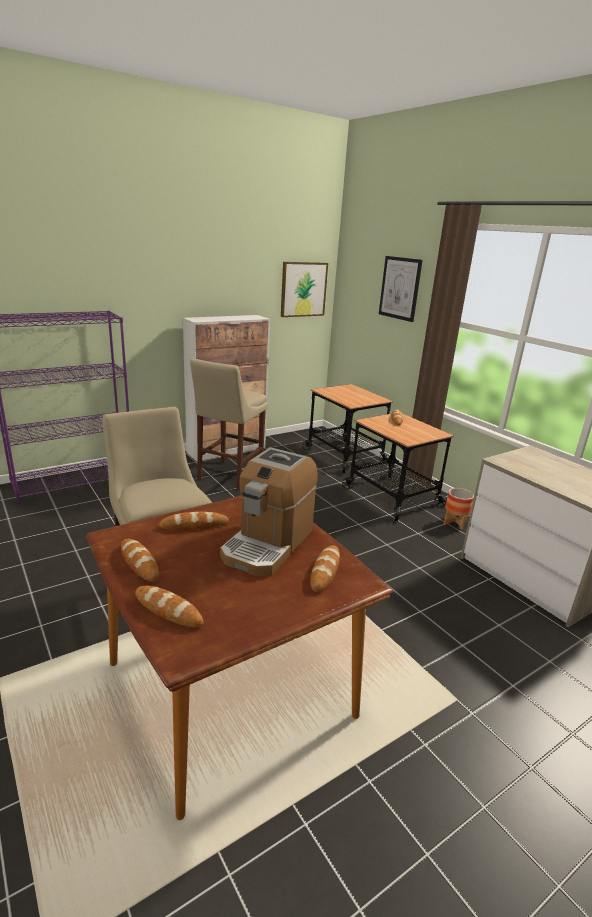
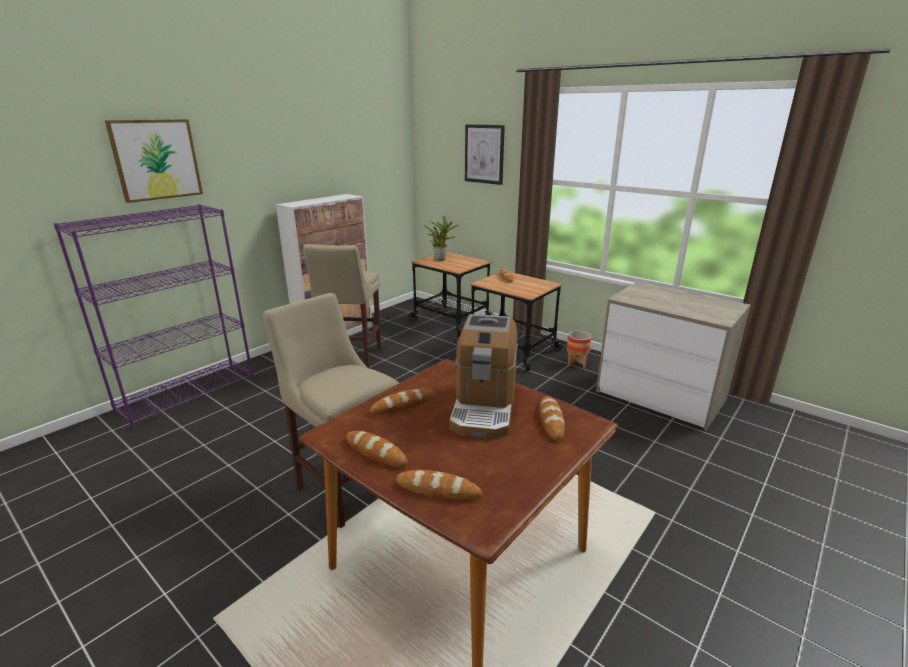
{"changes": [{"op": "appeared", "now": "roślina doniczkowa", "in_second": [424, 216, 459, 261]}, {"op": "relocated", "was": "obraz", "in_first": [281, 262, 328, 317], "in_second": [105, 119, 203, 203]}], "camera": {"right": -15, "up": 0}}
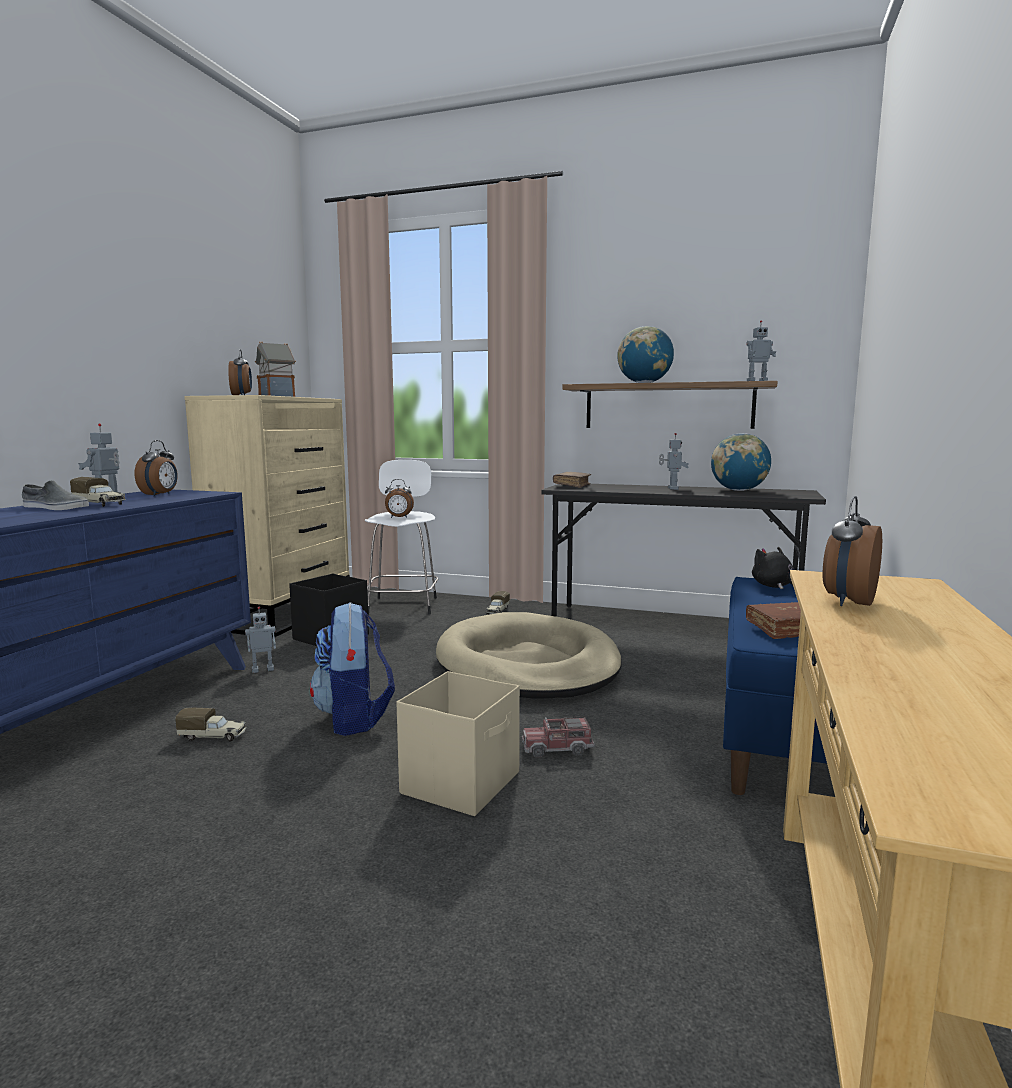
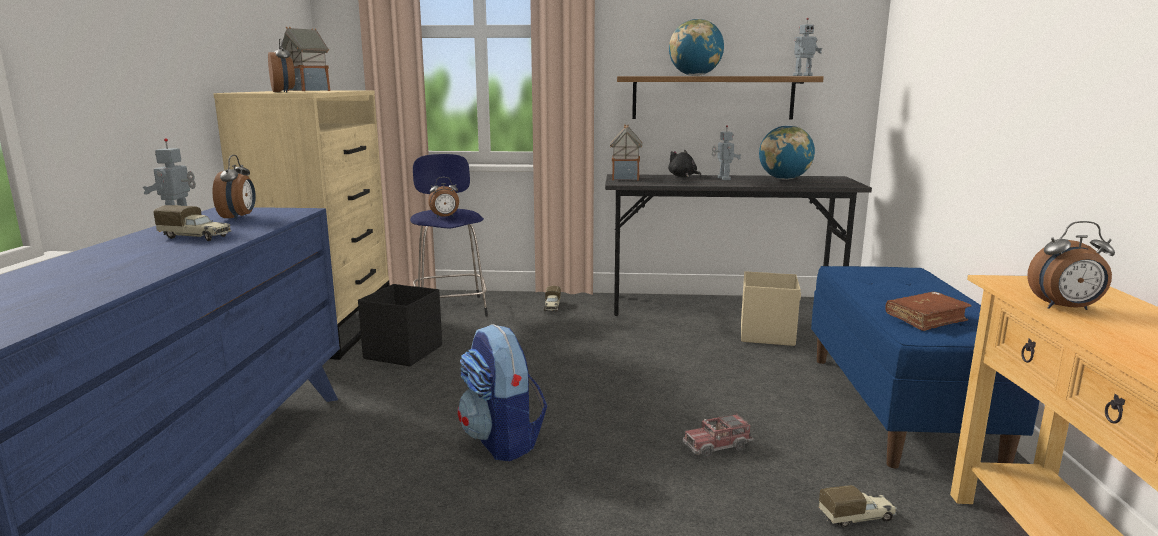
{"changes": [{"op": "missing", "was": "but (szary)", "in_first": [22, 480, 89, 510]}, {"op": "missing", "was": "robot zabawkowy", "in_first": [245, 607, 276, 673]}, {"op": "missing", "was": "legowisko (beżowy)", "in_first": [436, 612, 622, 699]}, {"op": "relocated", "was": "ciężarówka zabawkowa", "in_first": [175, 708, 247, 742], "in_second": [818, 485, 897, 527]}, {"op": "relocated", "was": "pojemnik do przechowywania (beżowy)", "in_first": [396, 671, 520, 816], "in_second": [741, 271, 801, 346]}, {"op": "relocated", "was": "pluszak (czarny)", "in_first": [752, 547, 795, 589], "in_second": [668, 150, 702, 177]}, {"op": "exchanged", "was": "książka (brązowy)", "now": "domek", "in_first": [553, 472, 591, 488], "in_second": [610, 124, 642, 181]}, {"op": "colour", "was": "stołek (biały)", "now": "stołek (niebieski)", "in_first": [365, 460, 438, 615], "in_second": [410, 154, 488, 316]}, {"op": "spun", "was": "budzik", "in_first": [823, 496, 882, 606], "in_second": [1027, 221, 1115, 310], "clockwise": -105}], "camera": {"right": -15, "up": 5}}
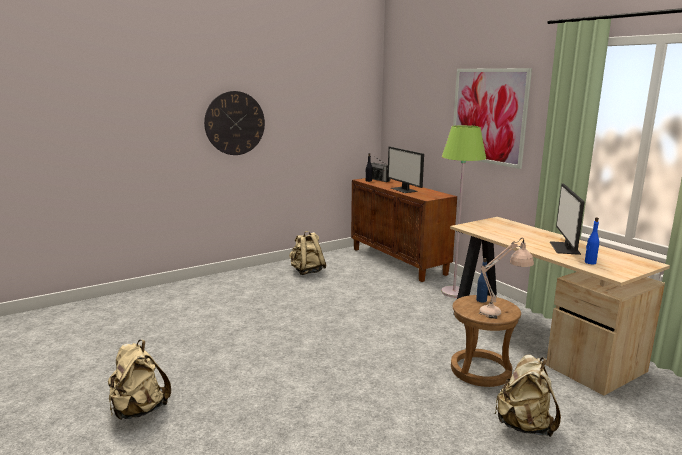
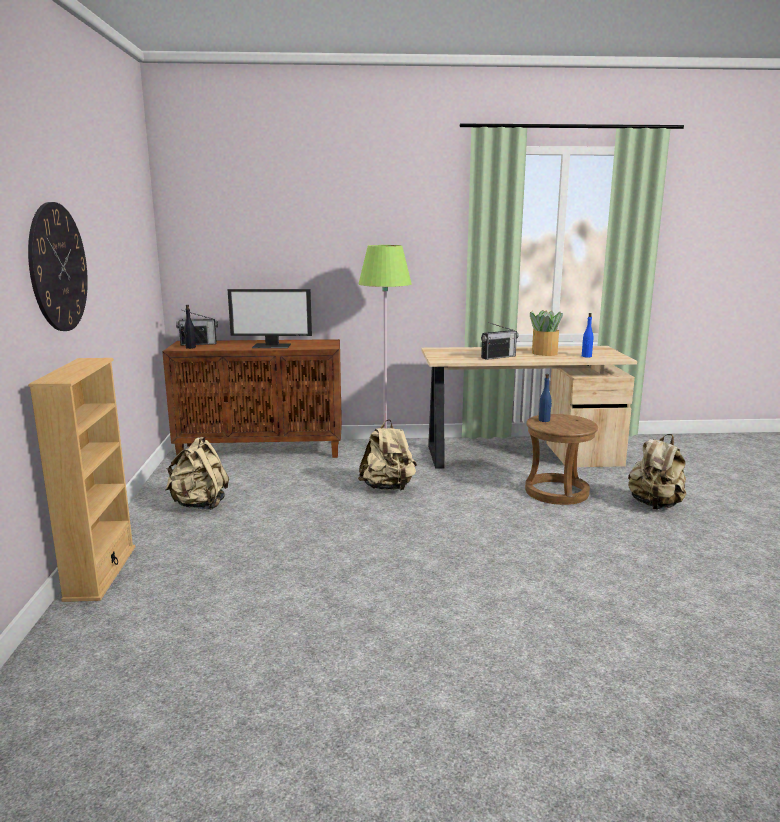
{"changes": [{"op": "missing", "was": "obraz", "in_first": [453, 68, 532, 169]}, {"op": "missing", "was": "lampa stołowa (beżowy)", "in_first": [479, 238, 534, 319]}, {"op": "appeared", "now": "regał (beżowy)", "in_second": [28, 358, 135, 602]}, {"op": "appeared", "now": "radio", "in_second": [481, 322, 519, 360]}, {"op": "relocated", "was": "plecak (beżowy)", "in_first": [108, 340, 171, 420], "in_second": [358, 419, 417, 491]}, {"op": "exchanged", "was": "monitor", "now": "roślina doniczkowa", "in_first": [550, 184, 585, 255], "in_second": [530, 310, 563, 356]}], "camera": {"right": -60, "up": 0}}
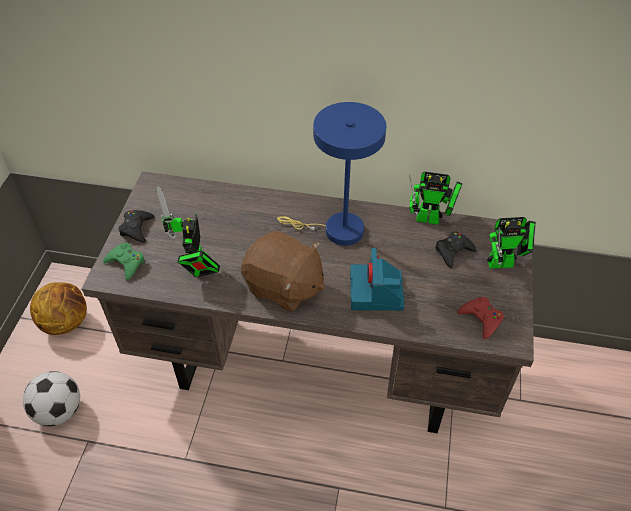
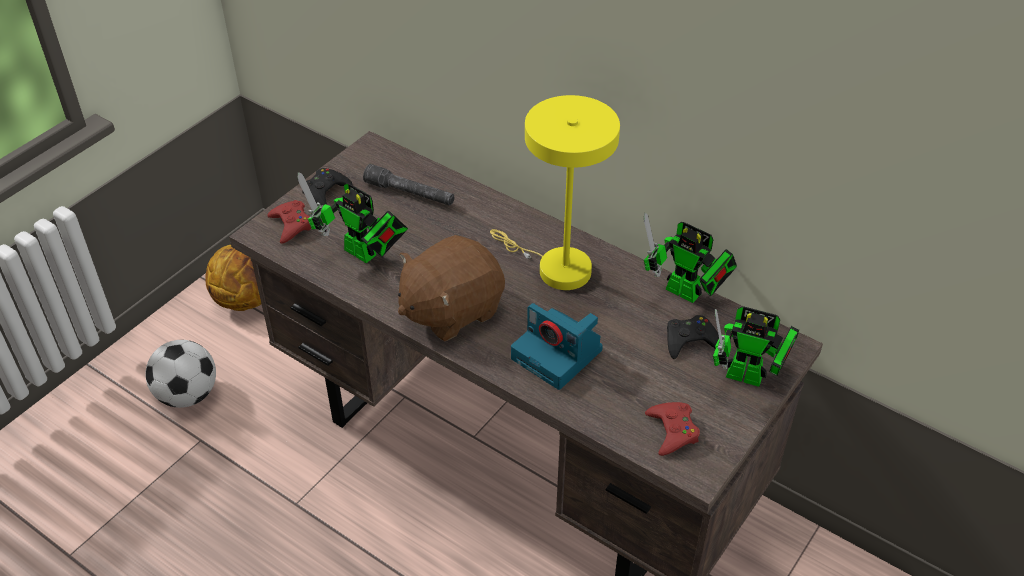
{"changes": [{"op": "appeared", "now": "latarka (szary)", "in_second": [363, 164, 455, 206]}, {"op": "colour", "was": "pad do gier (zielony)", "now": "pad do gier (czerwony)", "in_first": [103, 243, 145, 280], "in_second": [267, 200, 311, 244]}, {"op": "colour", "was": "lampa stołowa (niebieski)", "now": "lampa stołowa (żółty)", "in_first": [277, 102, 386, 246], "in_second": [490, 95, 620, 290]}, {"op": "spun", "was": "robot zabawkowy", "in_first": [156, 186, 220, 277], "in_second": [297, 172, 408, 263], "clockwise": -75}, {"op": "spun", "was": "pluszak (brązowy)", "in_first": [241, 231, 325, 312], "in_second": [398, 235, 505, 342], "clockwise": 90}, {"op": "spun", "was": "aparat fotograficzny", "in_first": [350, 248, 404, 311], "in_second": [511, 303, 603, 390], "clockwise": -75}], "camera": {"right": 25, "up": -5}}
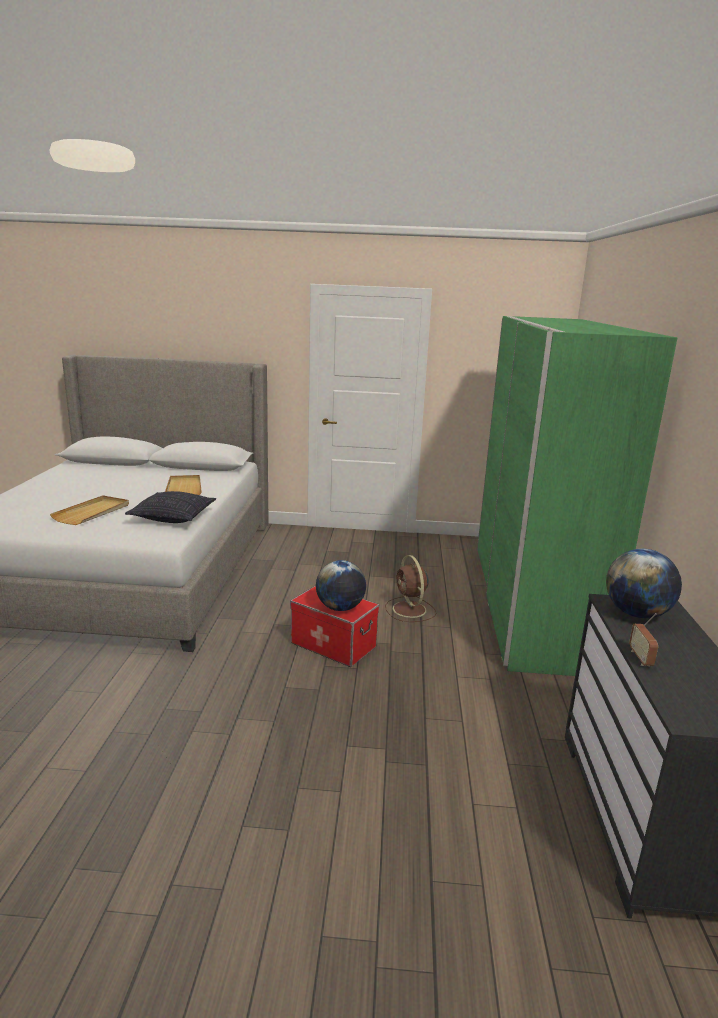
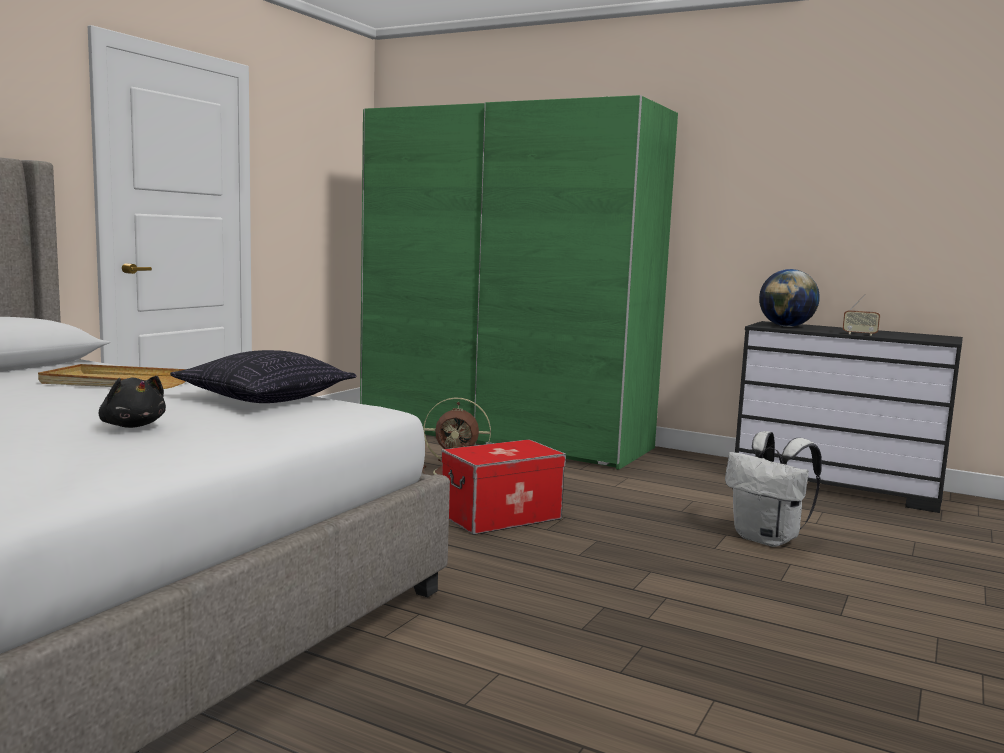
{"changes": [{"op": "missing", "was": "globus", "in_first": [316, 560, 366, 611]}, {"op": "appeared", "now": "plecak (biały)", "in_second": [725, 431, 822, 547]}, {"op": "exchanged", "was": "taca (beżowy)", "now": "pluszak (czarny)", "in_first": [50, 495, 129, 525], "in_second": [99, 376, 166, 428]}], "camera": {"right": -65, "up": -10}}
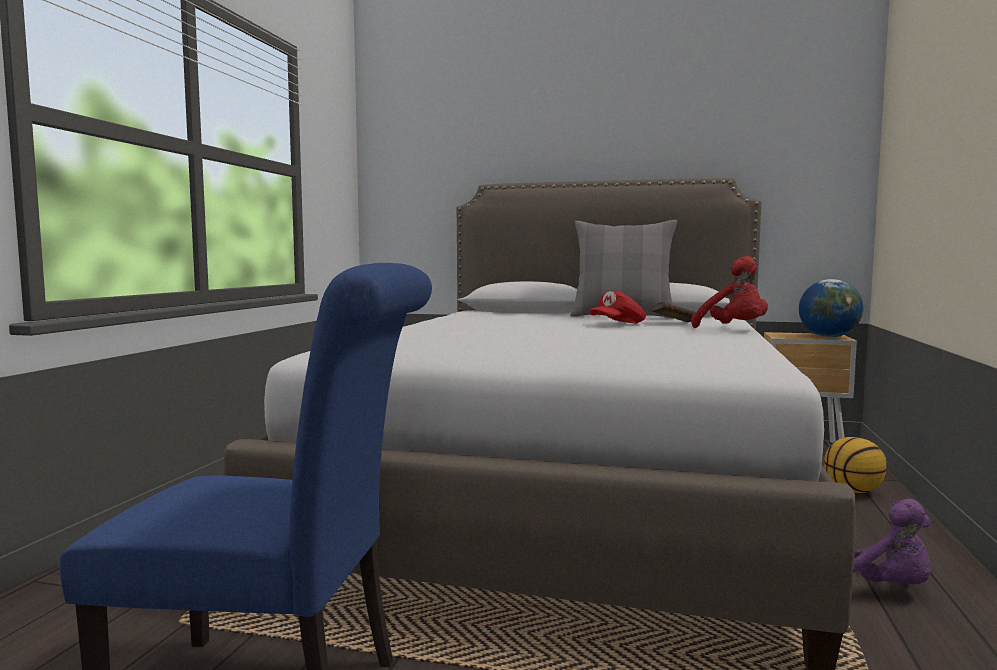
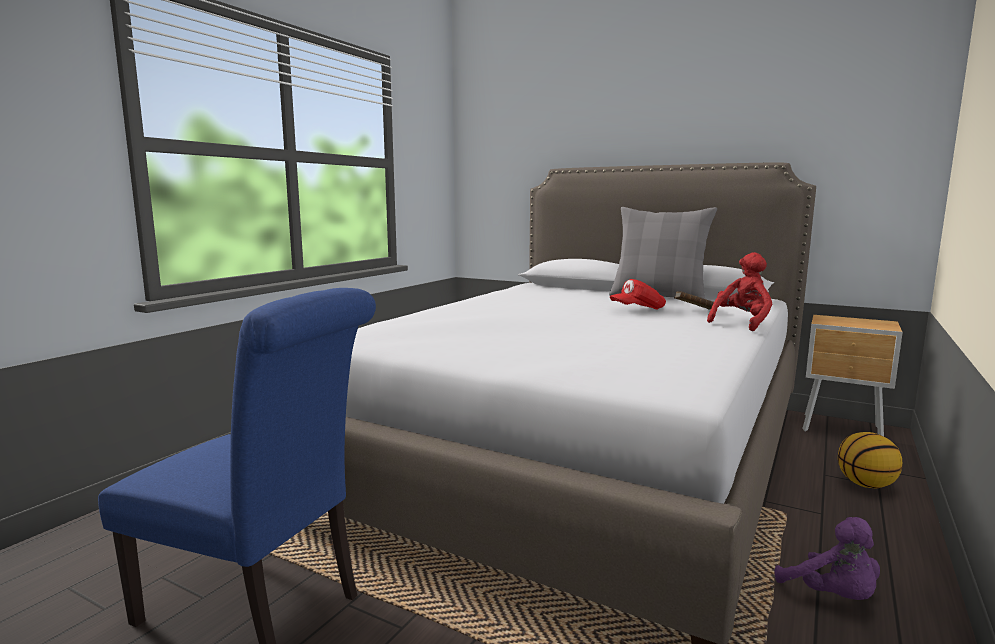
{"changes": [{"op": "missing", "was": "globus", "in_first": [799, 279, 863, 338]}, {"op": "spun", "was": "pluszak (czerwony)", "in_first": [691, 256, 768, 328], "in_second": [707, 252, 773, 331], "clockwise": -120}], "camera": {"right": 15, "up": 5}}
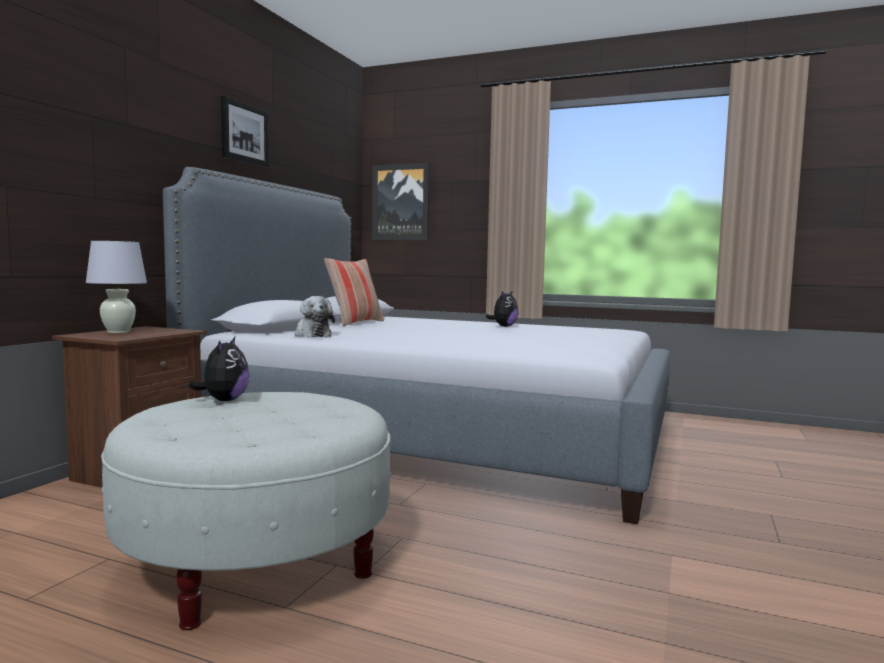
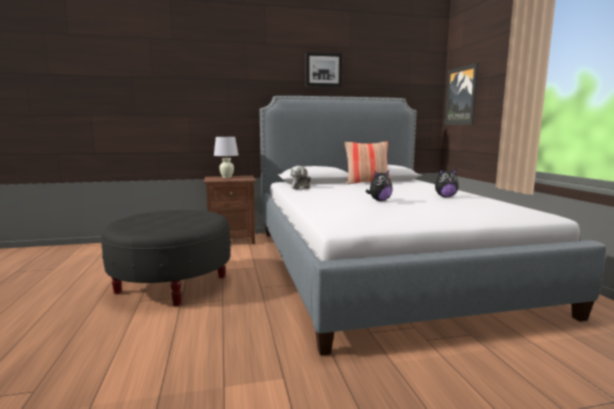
{"changes": [{"op": "relocated", "was": "pluszak", "in_first": [188, 337, 249, 401], "in_second": [366, 170, 393, 201]}, {"op": "colour", "was": "pufa (biały)", "now": "pufa (czarny)", "in_first": [101, 392, 391, 630], "in_second": [101, 210, 231, 307]}], "camera": {"right": 55, "up": 5}}
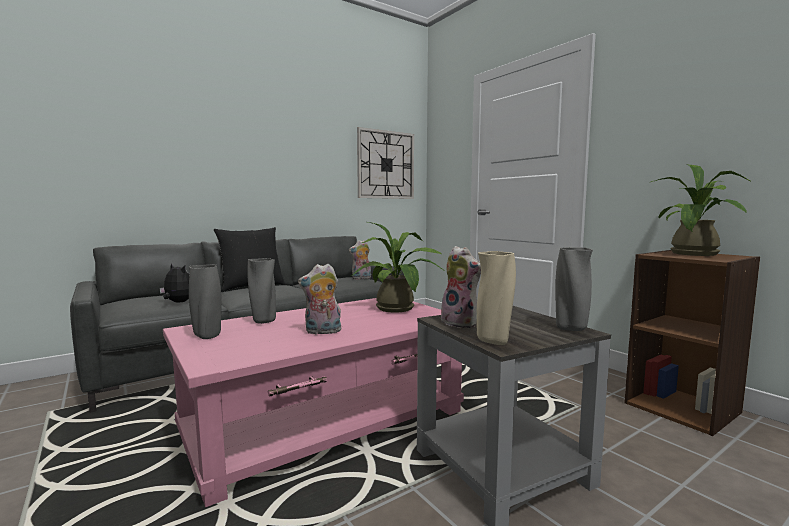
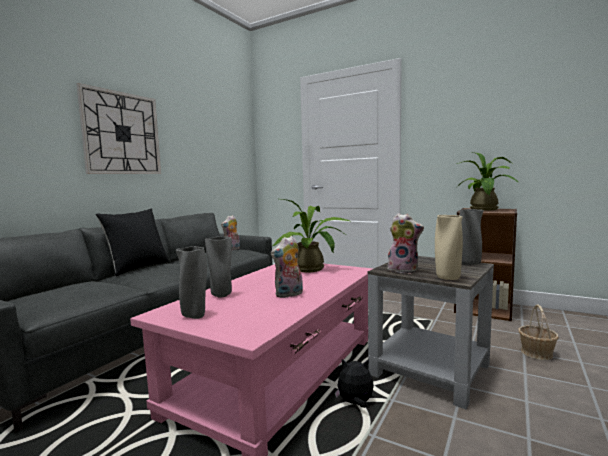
{"changes": [{"op": "appeared", "now": "koszyk", "in_second": [518, 304, 559, 360]}, {"op": "relocated", "was": "pluszak", "in_first": [159, 263, 190, 302], "in_second": [335, 359, 374, 408]}, {"op": "relocated", "was": "zegar ścienny", "in_first": [357, 127, 414, 199], "in_second": [77, 83, 161, 174]}], "camera": {"right": -25, "up": 0}}
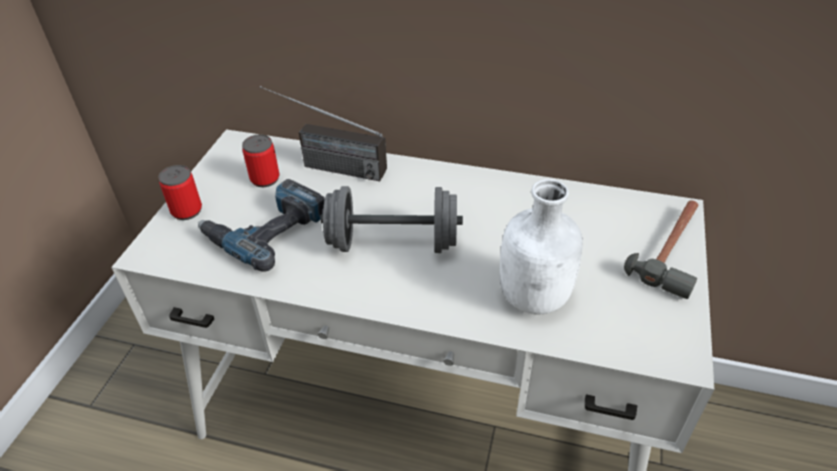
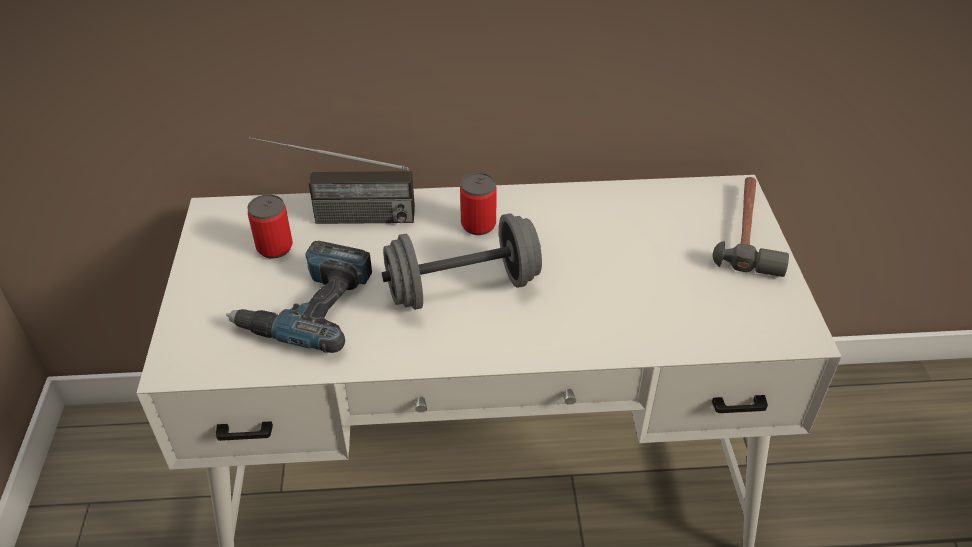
{"changes": [{"op": "missing", "was": "butelka (biały)", "in_first": [500, 179, 583, 314]}, {"op": "relocated", "was": "puszka", "in_first": [158, 165, 202, 220], "in_second": [460, 173, 497, 235]}], "camera": {"right": -20, "up": 0}}
